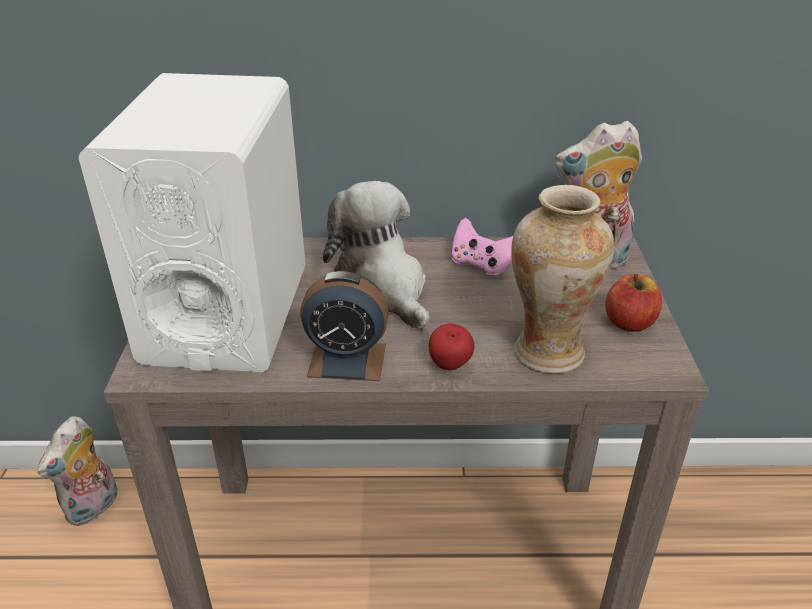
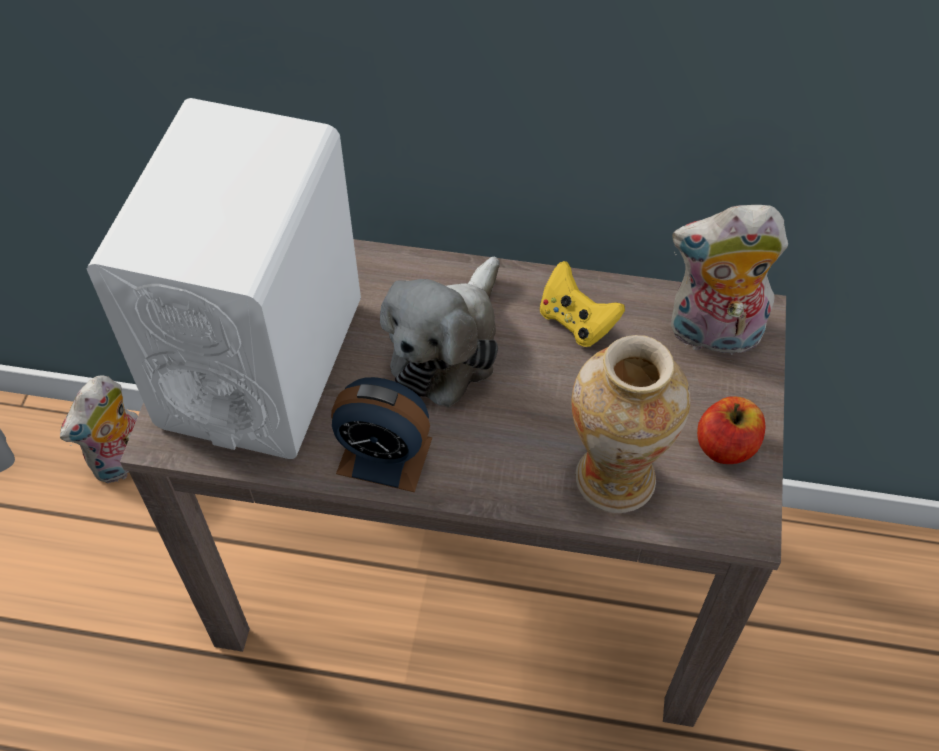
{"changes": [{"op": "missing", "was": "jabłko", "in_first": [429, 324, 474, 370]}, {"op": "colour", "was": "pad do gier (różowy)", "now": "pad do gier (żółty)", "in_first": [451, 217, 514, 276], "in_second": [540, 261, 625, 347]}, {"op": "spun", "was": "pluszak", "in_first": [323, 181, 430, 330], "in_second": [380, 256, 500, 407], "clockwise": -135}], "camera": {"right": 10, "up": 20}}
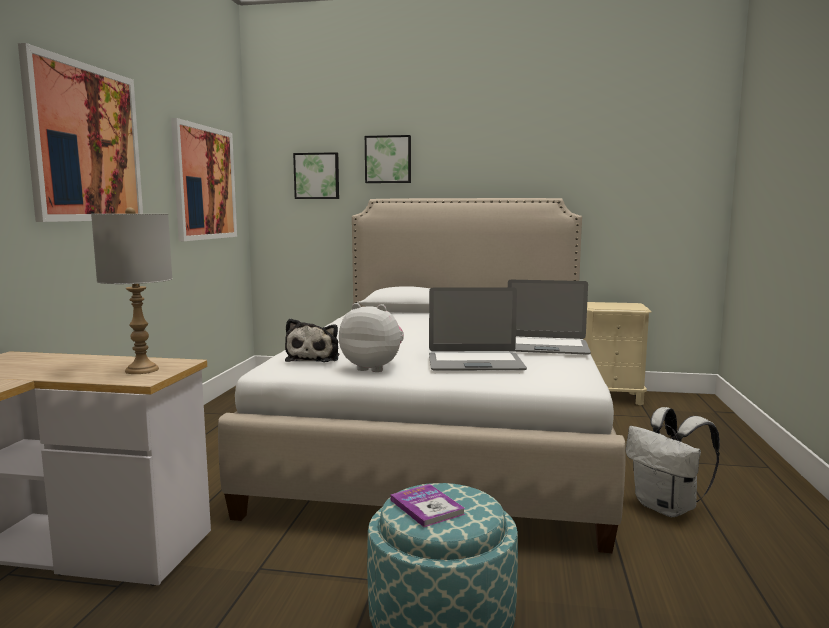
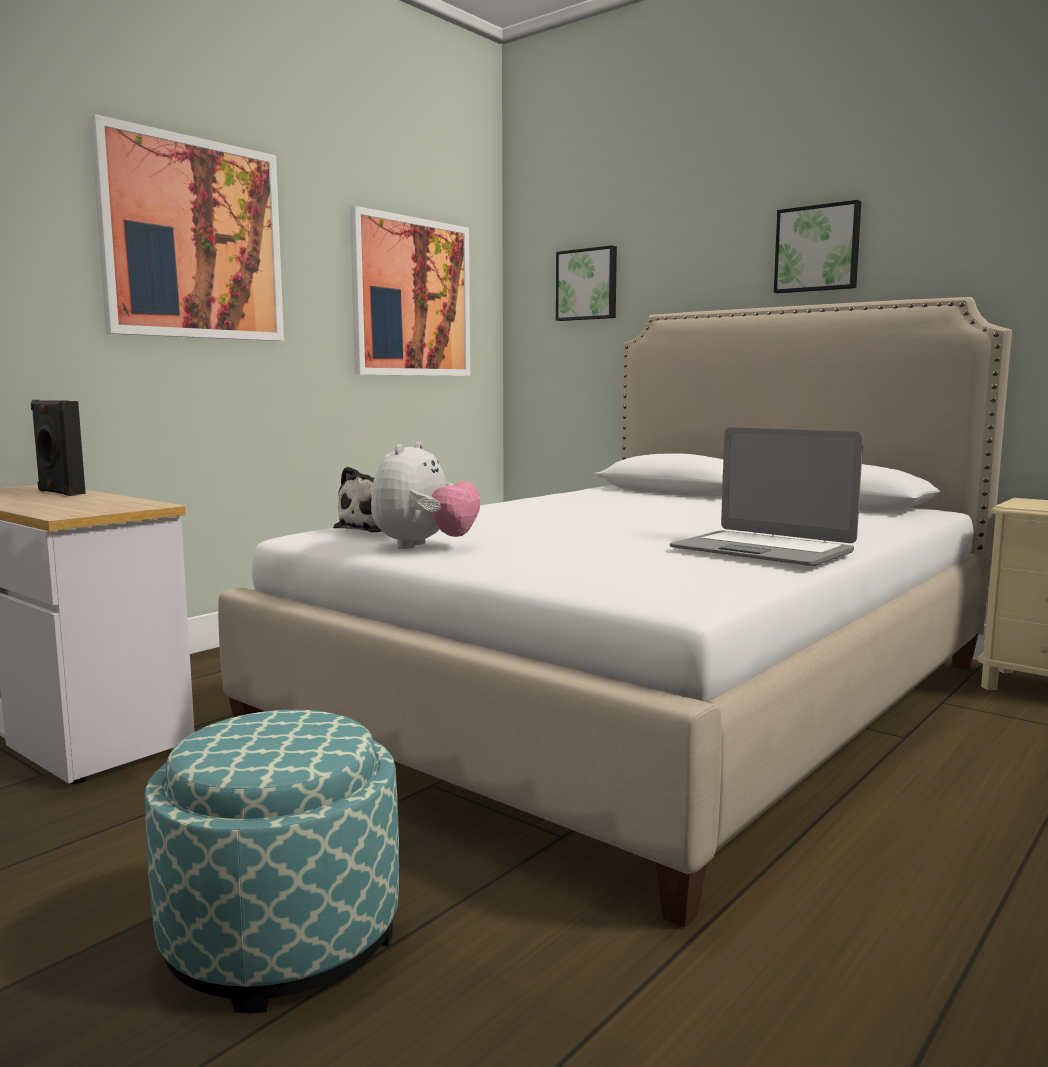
{"changes": [{"op": "missing", "was": "lampa stołowa (szary)", "in_first": [91, 207, 172, 374]}, {"op": "missing", "was": "książka", "in_first": [390, 484, 465, 527]}, {"op": "missing", "was": "laptop", "in_first": [429, 287, 527, 370]}, {"op": "missing", "was": "plecak (biały)", "in_first": [626, 407, 720, 517]}, {"op": "appeared", "now": "głośnik (czarny)", "in_second": [31, 400, 86, 496]}, {"op": "relocated", "was": "obraz", "in_first": [365, 135, 411, 183], "in_second": [774, 200, 861, 293]}, {"op": "spun", "was": "pluszak", "in_first": [339, 303, 404, 372], "in_second": [371, 441, 481, 549], "clockwise": 60}], "camera": {"right": 30, "up": 0}}
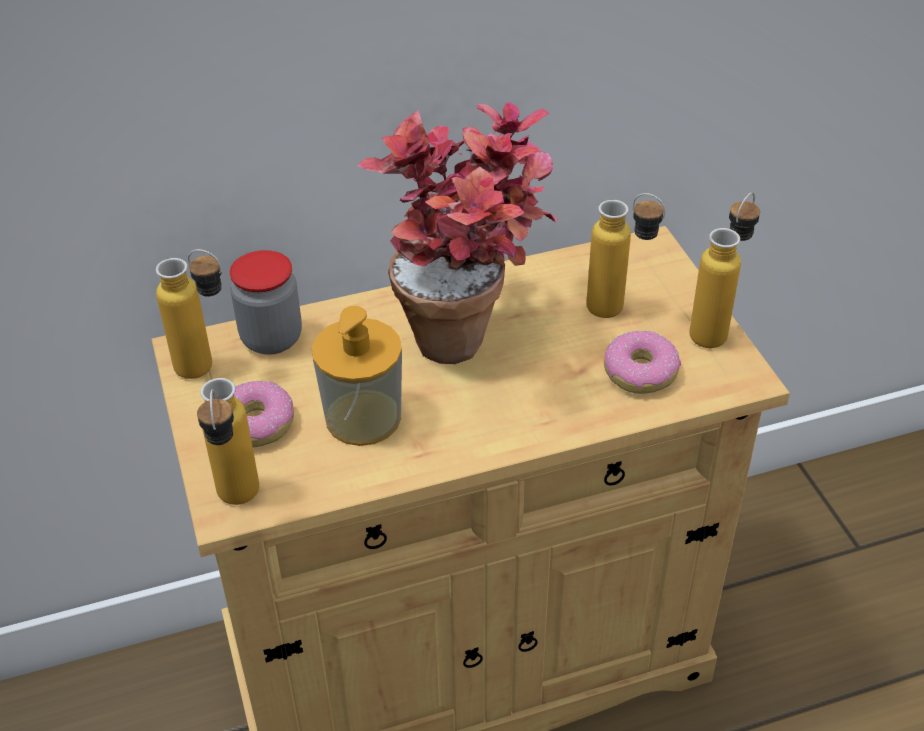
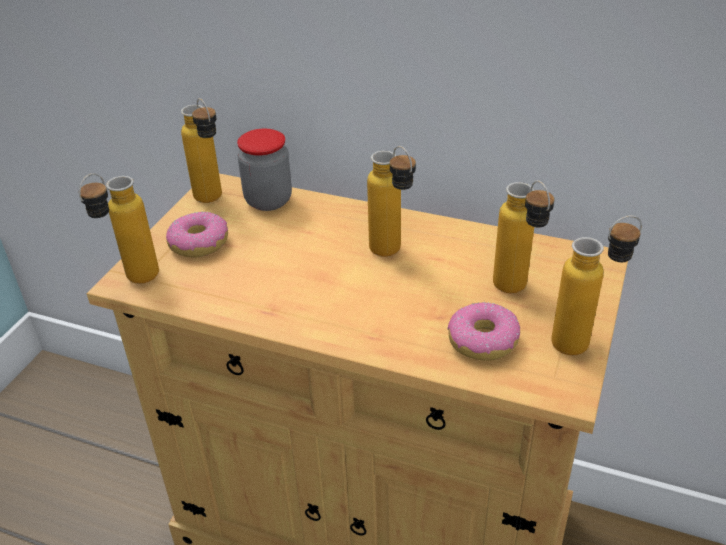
{"changes": [{"op": "missing", "was": "dozownik mydła", "in_first": [312, 306, 402, 446]}, {"op": "exchanged", "was": "roślina doniczkowa", "now": "butelka", "in_first": [357, 102, 558, 364], "in_second": [367, 146, 416, 257]}], "camera": {"right": 40, "up": -5}}
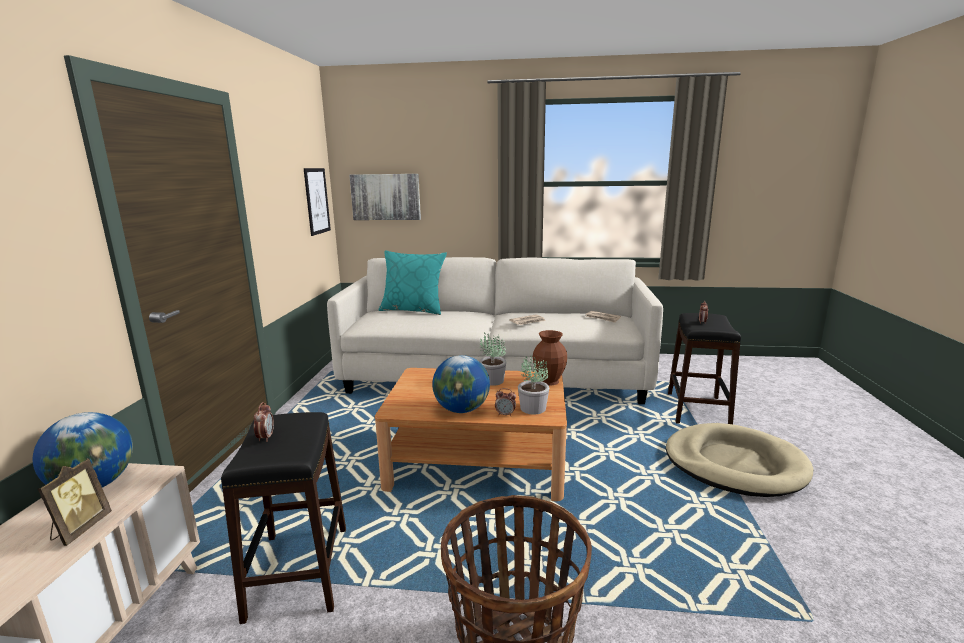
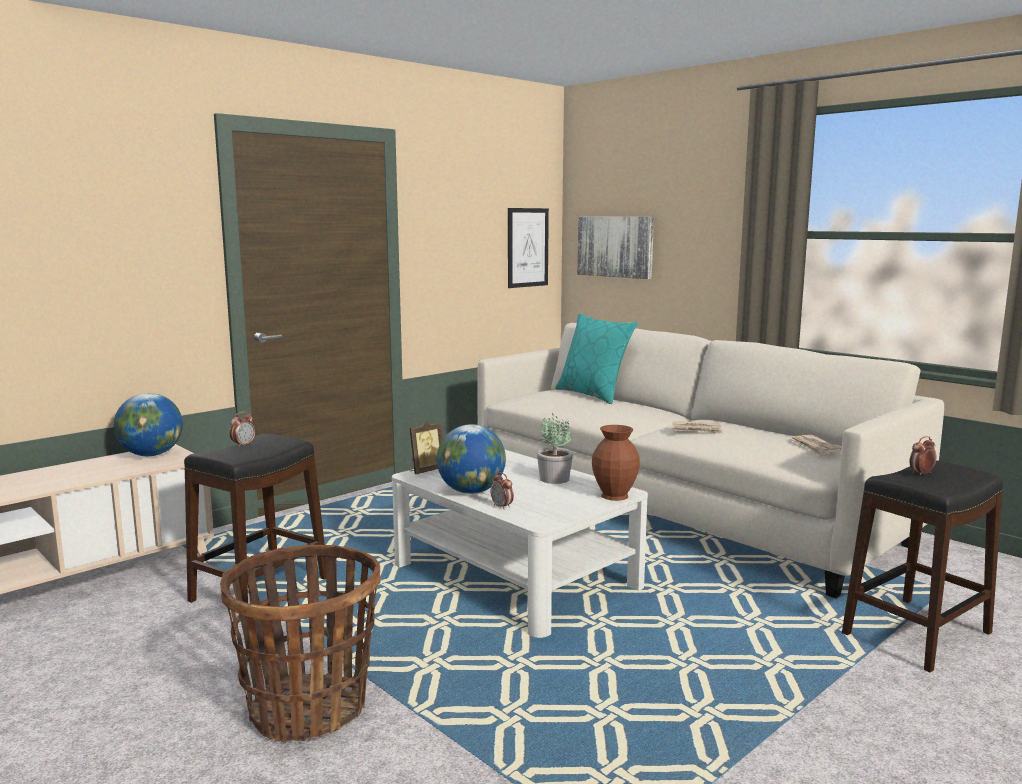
{"changes": [{"op": "missing", "was": "roślina doniczkowa", "in_first": [518, 356, 549, 415]}, {"op": "missing", "was": "legowisko (beżowy)", "in_first": [666, 423, 813, 497]}, {"op": "relocated", "was": "ramka na zdjęcie", "in_first": [38, 458, 112, 546], "in_second": [409, 420, 443, 474]}, {"op": "colour", "was": "ława (brązowy)", "now": "ława (biały)", "in_first": [375, 368, 567, 501], "in_second": [392, 449, 648, 638]}], "camera": {"right": 40, "up": -5}}
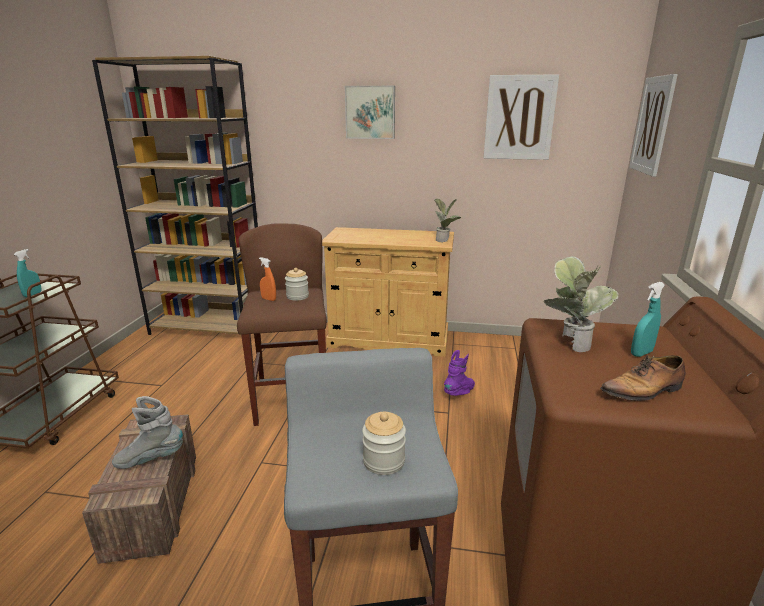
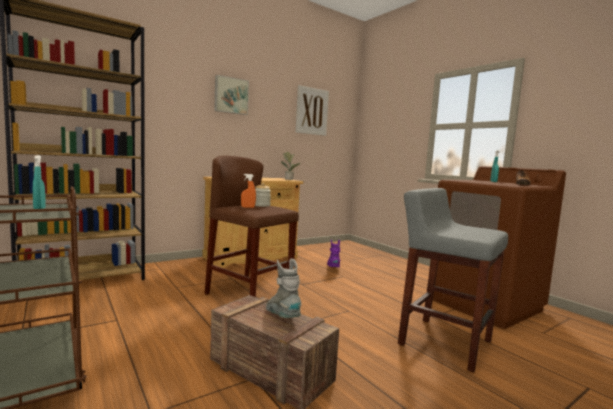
{"changes": [{"op": "missing", "was": "słoik", "in_first": [362, 412, 406, 475]}, {"op": "missing", "was": "roślina doniczkowa", "in_first": [544, 256, 619, 352]}, {"op": "missing", "was": "obraz", "in_first": [629, 74, 678, 177]}, {"op": "spun", "was": "but z cholewką (szary)", "in_first": [112, 396, 183, 469], "in_second": [266, 258, 301, 318], "clockwise": 120}], "camera": {"right": -45, "up": -15}}
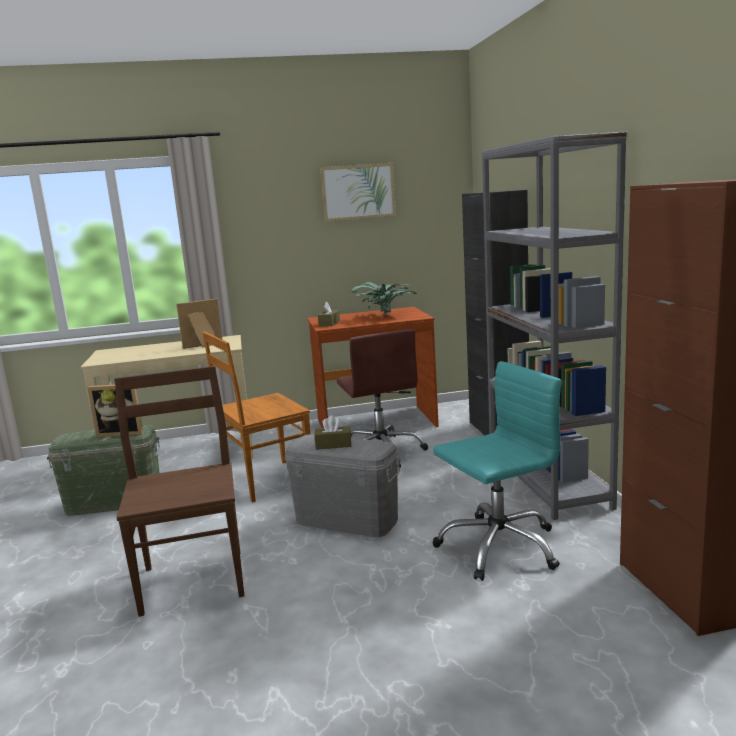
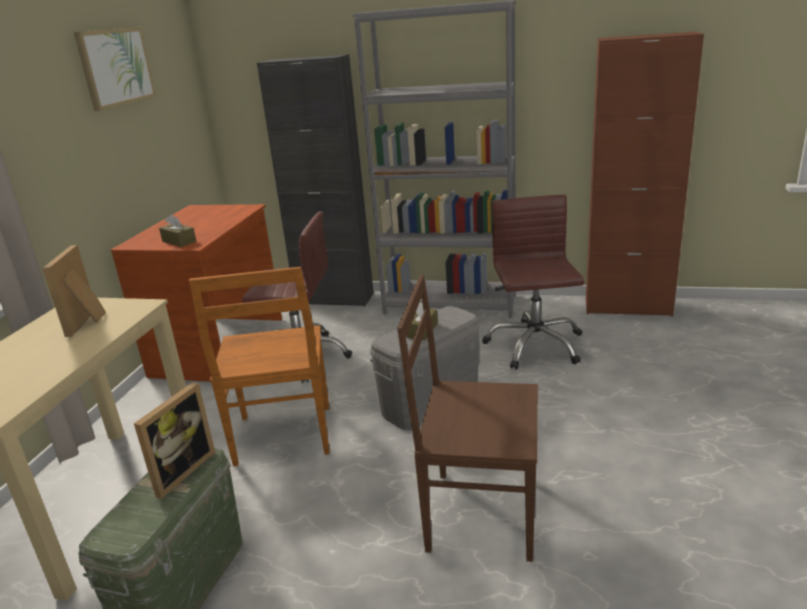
{"changes": [{"op": "missing", "was": "roślina doniczkowa", "in_first": [351, 282, 417, 317]}, {"op": "colour", "was": "krzesło biurowe (turkusowy)", "now": "krzesło biurowe (brązowy)", "in_first": [433, 361, 561, 581], "in_second": [482, 195, 585, 370]}], "camera": {"right": -65, "up": 10}}
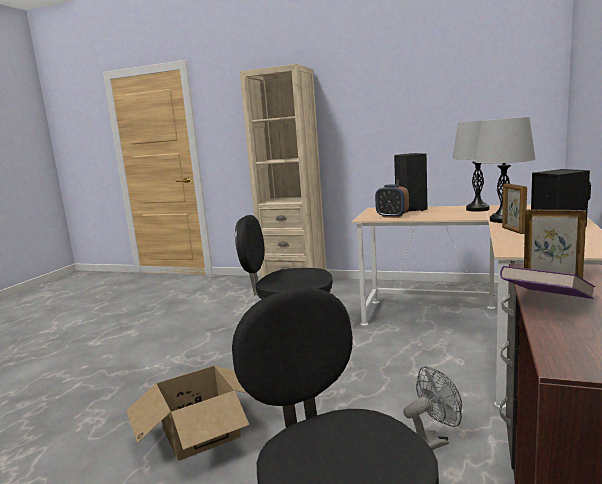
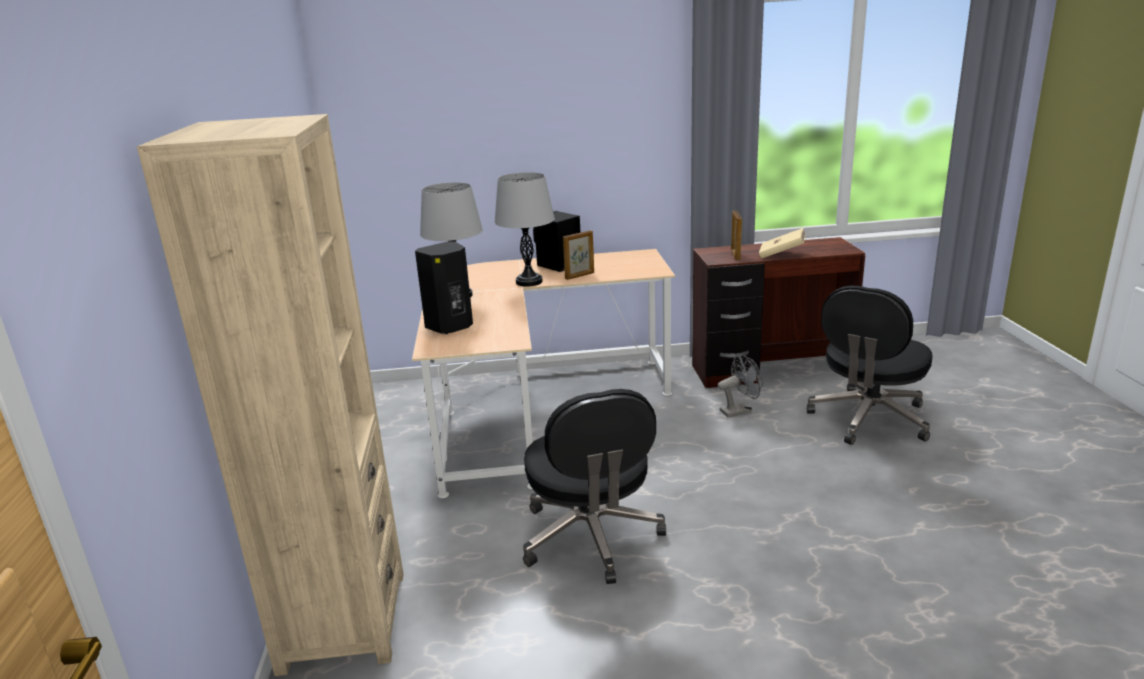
{"changes": [{"op": "missing", "was": "karton", "in_first": [126, 366, 249, 461]}, {"op": "missing", "was": "budzik", "in_first": [375, 185, 409, 218]}, {"op": "colour", "was": "książka (fioletowy)", "now": "książka (beżowy)", "in_first": [500, 266, 595, 299], "in_second": [759, 228, 806, 259]}, {"op": "spun", "was": "wentylator (szary)", "in_first": [403, 366, 462, 450], "in_second": [718, 353, 763, 417], "clockwise": 120}], "camera": {"right": -115, "up": 10}}
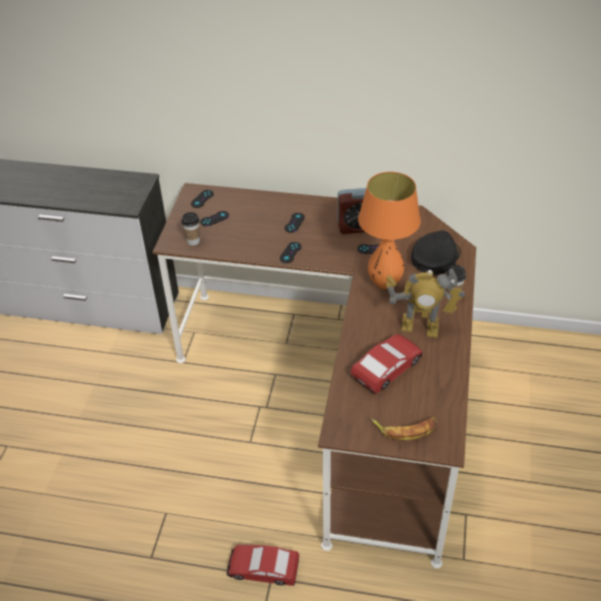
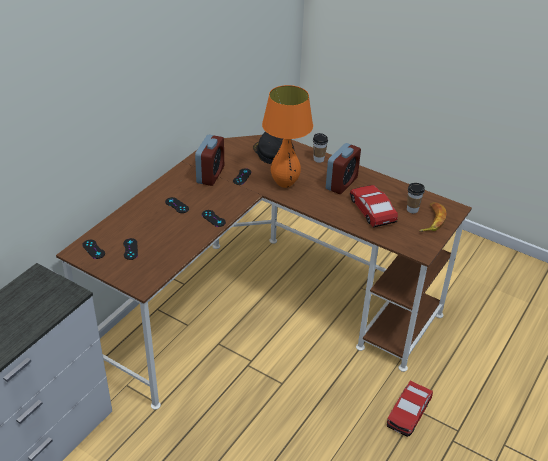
{"changes": [{"op": "relocated", "was": "filiżanka", "in_first": [181, 212, 200, 246], "in_second": [407, 183, 425, 213]}, {"op": "exchanged", "was": "robot zabawkowy", "now": "budzik", "in_first": [385, 268, 465, 338], "in_second": [326, 143, 361, 194]}], "camera": {"right": -70, "up": -5}}
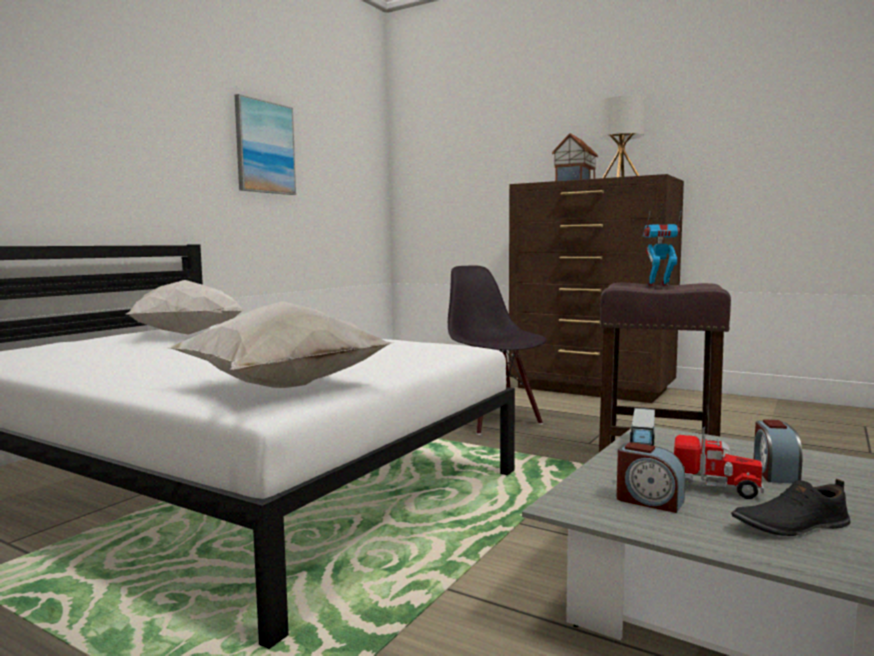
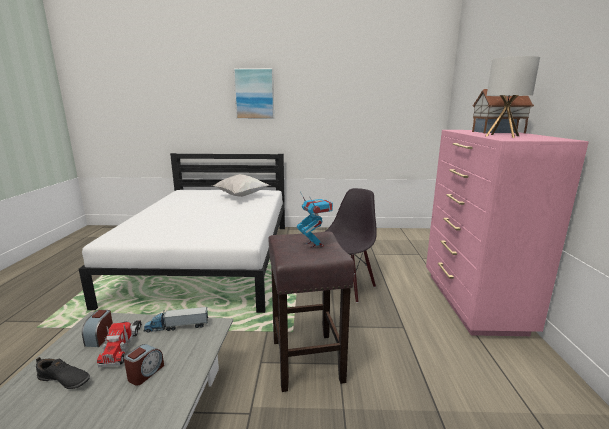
{"changes": [{"op": "missing", "was": "poduszka (biały)", "in_first": [167, 301, 393, 388]}, {"op": "relocated", "was": "obraz", "in_first": [235, 94, 296, 195], "in_second": [234, 68, 274, 119]}, {"op": "colour", "was": "komoda (brązowy)", "now": "komoda (różowy)", "in_first": [509, 174, 684, 403], "in_second": [426, 130, 589, 336]}, {"op": "spun", "was": "but (czarny)", "in_first": [731, 479, 850, 536], "in_second": [36, 357, 90, 389], "clockwise": 150}, {"op": "spun", "was": "budzik", "in_first": [754, 419, 803, 484], "in_second": [124, 344, 164, 386], "clockwise": 135}], "camera": {"right": 60, "up": 10}}
